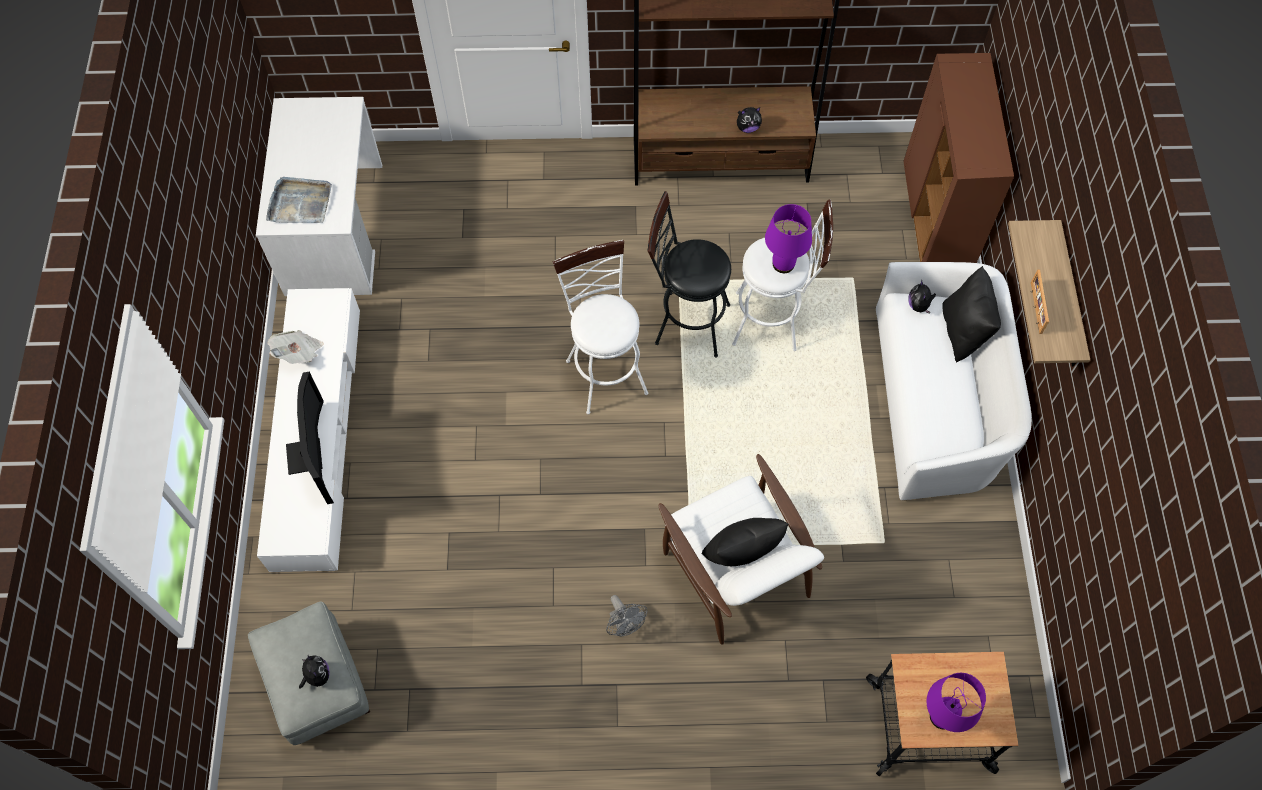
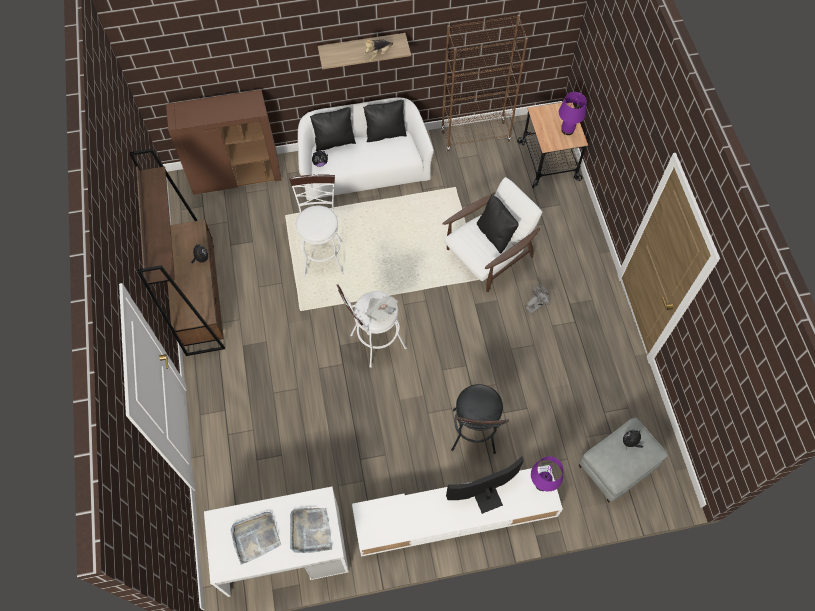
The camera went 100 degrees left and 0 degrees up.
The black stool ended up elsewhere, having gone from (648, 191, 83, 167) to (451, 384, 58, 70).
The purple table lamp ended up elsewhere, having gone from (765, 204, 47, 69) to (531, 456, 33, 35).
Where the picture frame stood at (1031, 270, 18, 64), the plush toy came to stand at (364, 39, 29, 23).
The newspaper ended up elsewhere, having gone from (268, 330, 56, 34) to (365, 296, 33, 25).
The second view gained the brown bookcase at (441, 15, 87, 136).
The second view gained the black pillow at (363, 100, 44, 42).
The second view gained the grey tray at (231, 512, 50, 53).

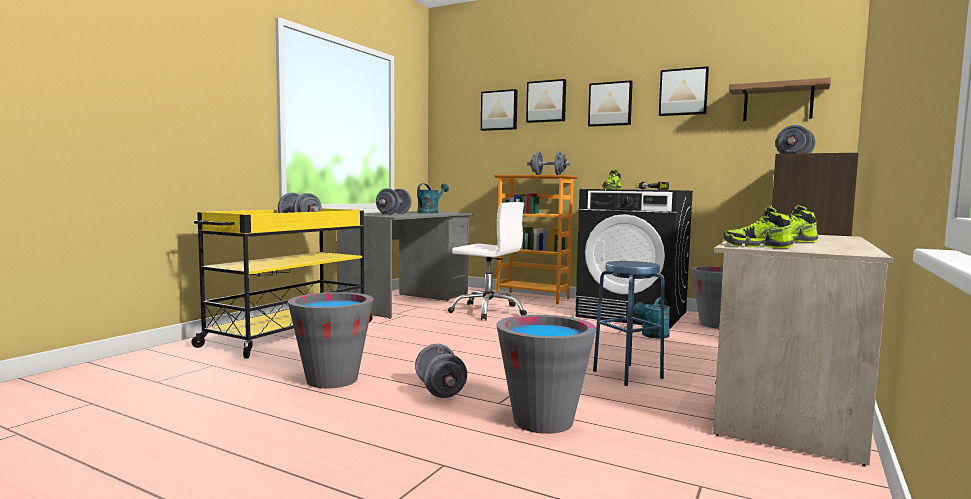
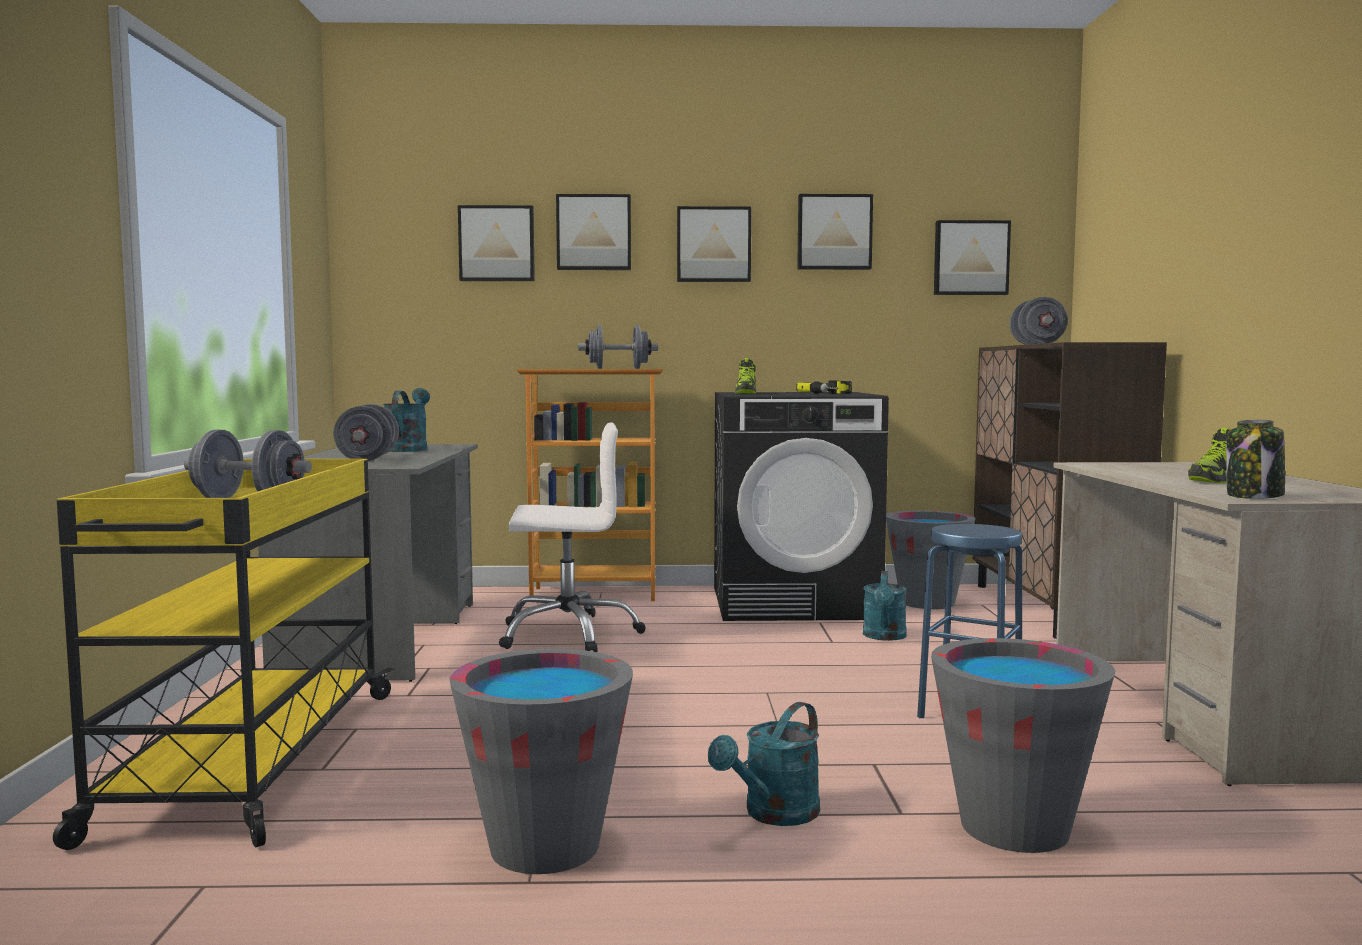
The camera went 30 degrees left and 0 degrees up.
Where the shelf hung at (729, 77, 102, 44), the picture came to hang at (934, 220, 77, 75).
Where the shoe stood at (723, 206, 71, 42), the jar came to stand at (1226, 420, 59, 79).
Where the grey dumbbell stood at (415, 344, 52, 54), the turquoise watering can came to stand at (708, 702, 112, 124).

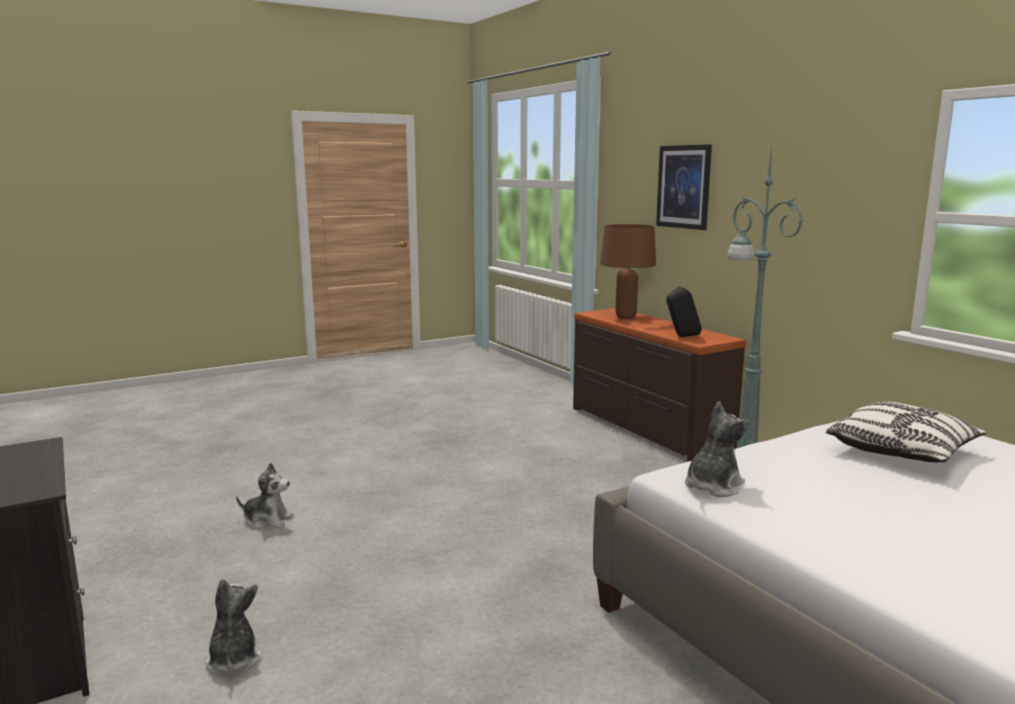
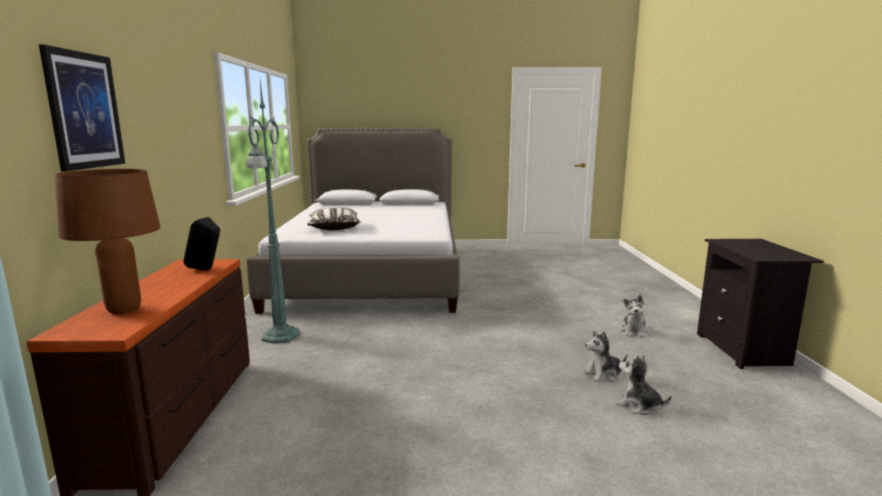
The camera went 150 degrees left and 0 degrees up.
The plush toy ended up elsewhere, having gone from (685, 401, 64, 96) to (583, 331, 44, 51).

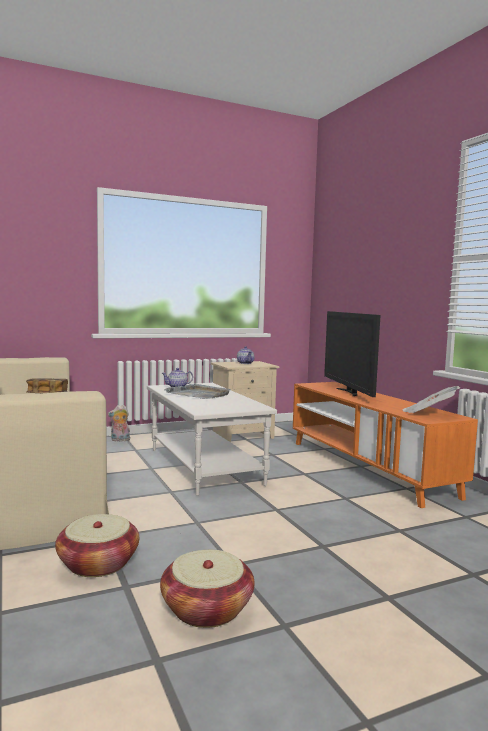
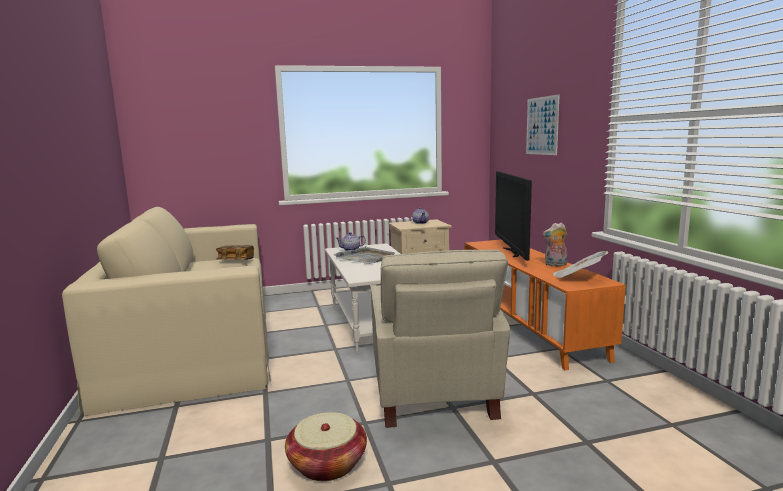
The camera went 10 degrees right and 5 degrees up.
The plush toy ended up elsewhere, having gone from (108, 405, 22, 36) to (543, 222, 24, 44).
The second view lost the basket at (55, 514, 84, 63).
The second view gained the picture at (526, 94, 34, 61).
The second view gained the beige armchair at (370, 250, 140, 178).

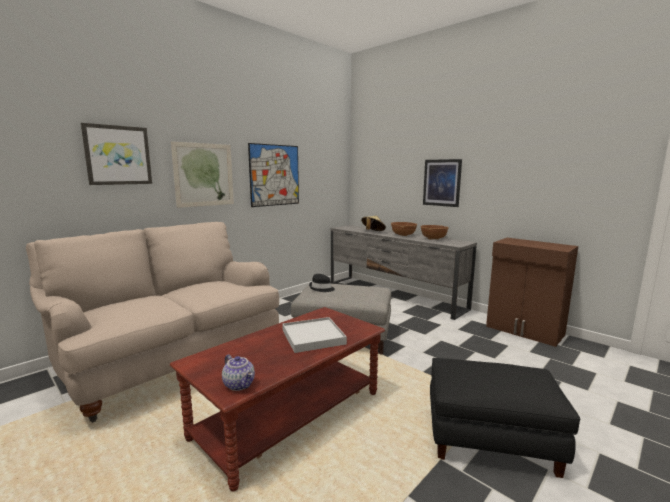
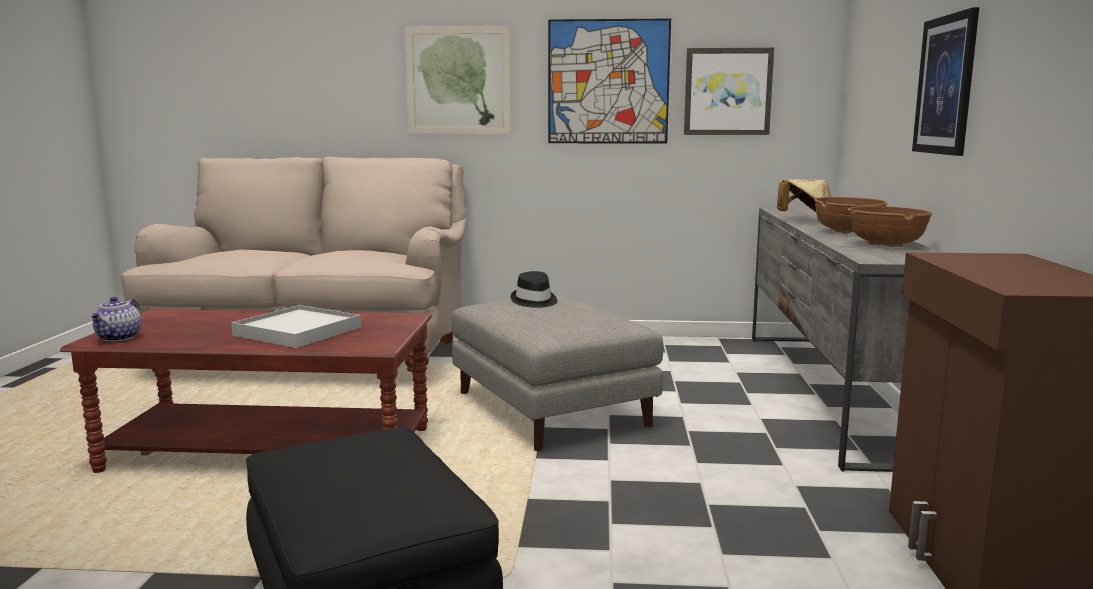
The camera went 50 degrees right and 0 degrees up.
The picture ended up elsewhere, having gone from (81, 123, 71, 62) to (684, 48, 90, 87).

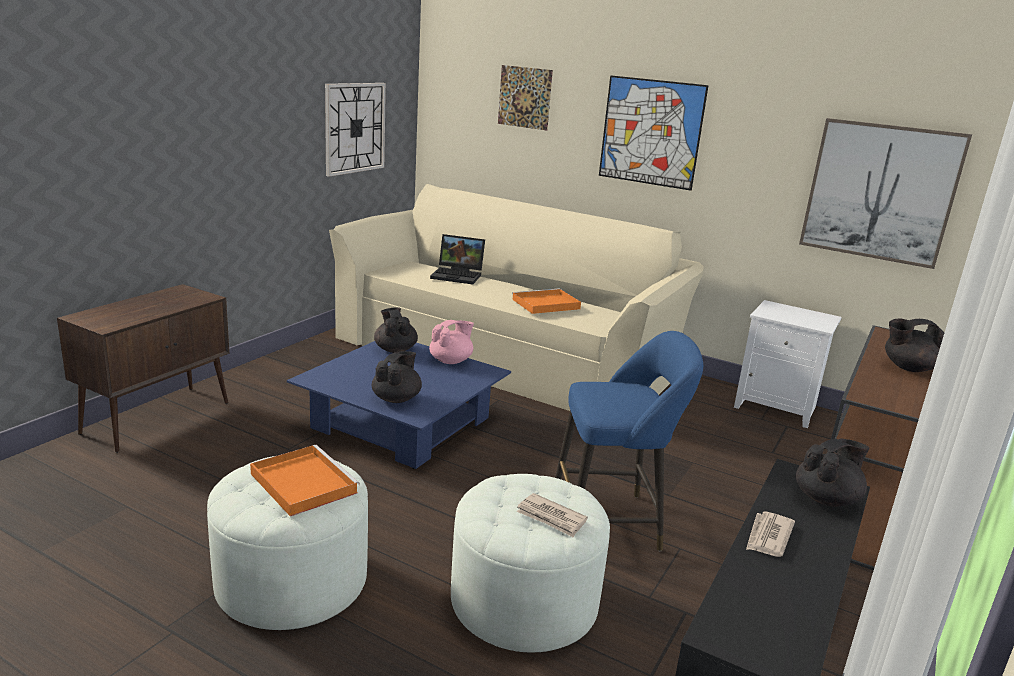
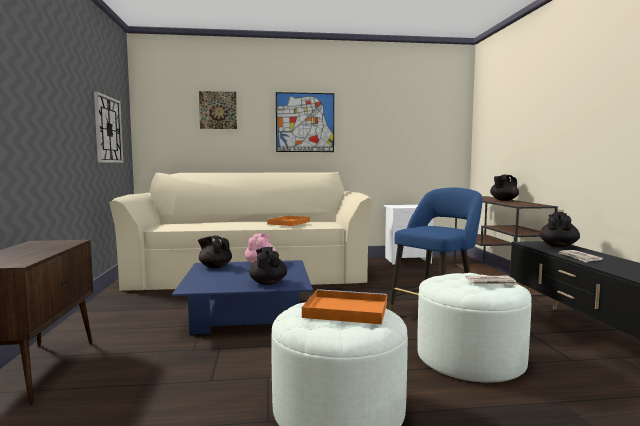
The camera went 35 degrees left and 15 degrees down.
The second view lost the picture at (799, 118, 173, 151).
The second view lost the laptop at (430, 234, 55, 50).

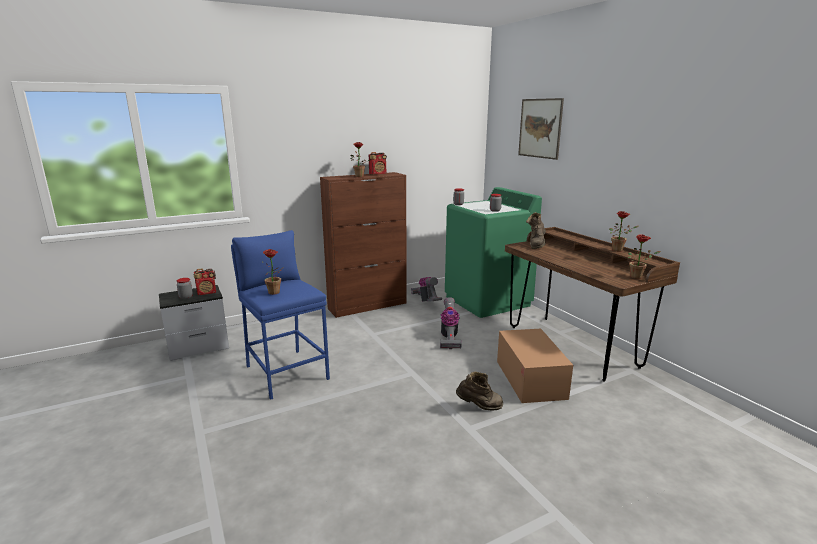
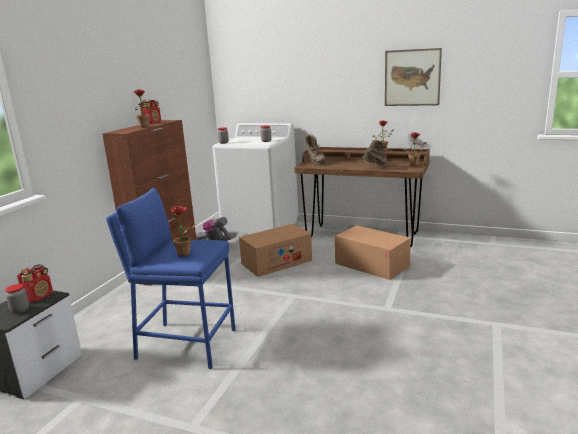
The camera went 40 degrees left and 0 degrees up.
The picture ended up elsewhere, having gone from (518, 98, 46, 62) to (385, 48, 57, 58).
What was the green washing machine at (445, 187, 97, 131) turned into the white washing machine at (212, 123, 87, 115).
Where the vacuum cleaner stood at (440, 297, 22, 52), the cardboard box came to stand at (239, 224, 73, 53).
The brown boot ended up elsewhere, having gone from (456, 372, 47, 39) to (362, 140, 25, 27).

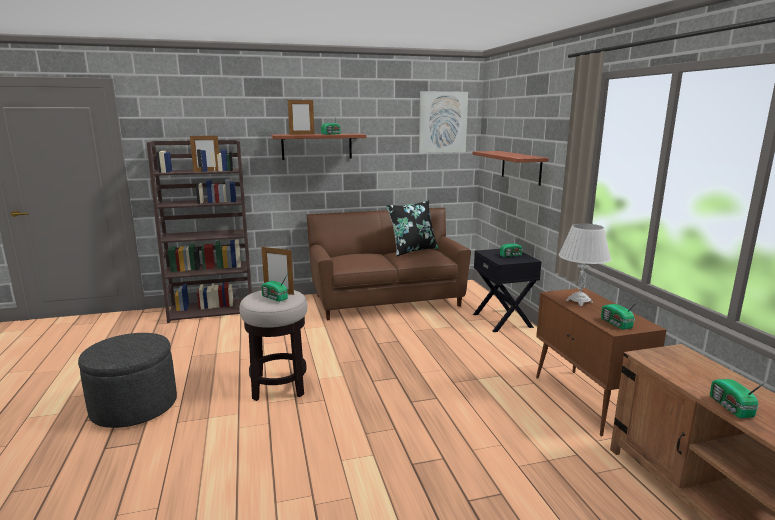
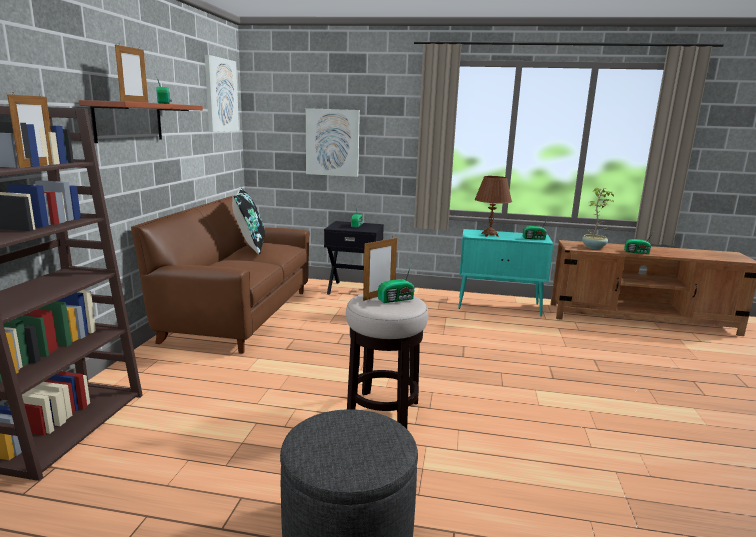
The camera went 65 degrees left and 0 degrees up.
Where the shelf hung at (473, 151, 76, 35), the picture came to hang at (306, 108, 54, 69).
What was the white table lamp at (559, 223, 52, 83) turned into the brown table lamp at (474, 176, 38, 61).
What was the brown cabinet at (536, 288, 130, 149) turned into the turquoise cabinet at (458, 229, 95, 87).
The second view gained the potted plant at (582, 187, 32, 62).

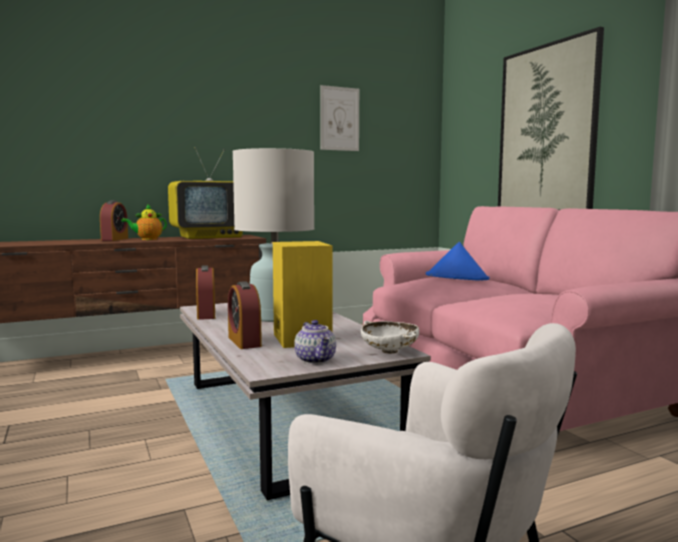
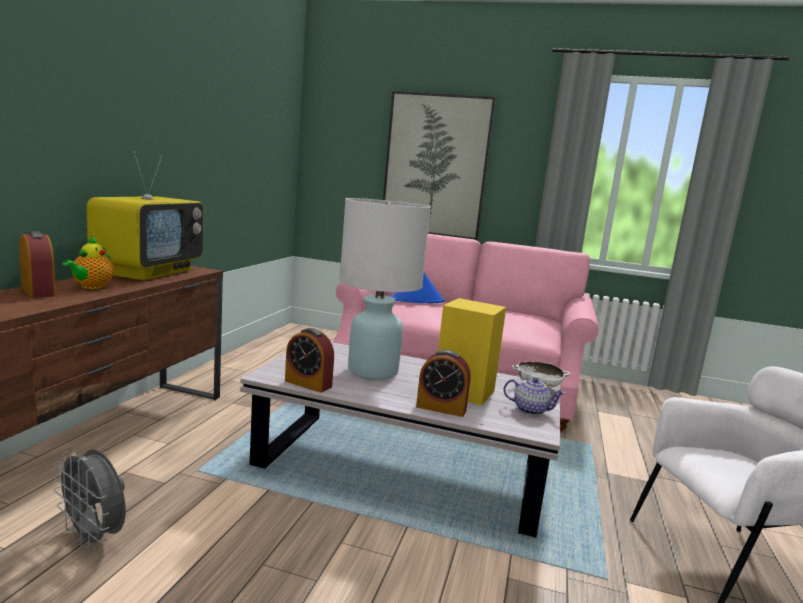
The camera went 50 degrees left and 5 degrees up.
The second view lost the picture at (320, 85, 39, 66).
The second view gained the grey fan at (53, 449, 73, 102).

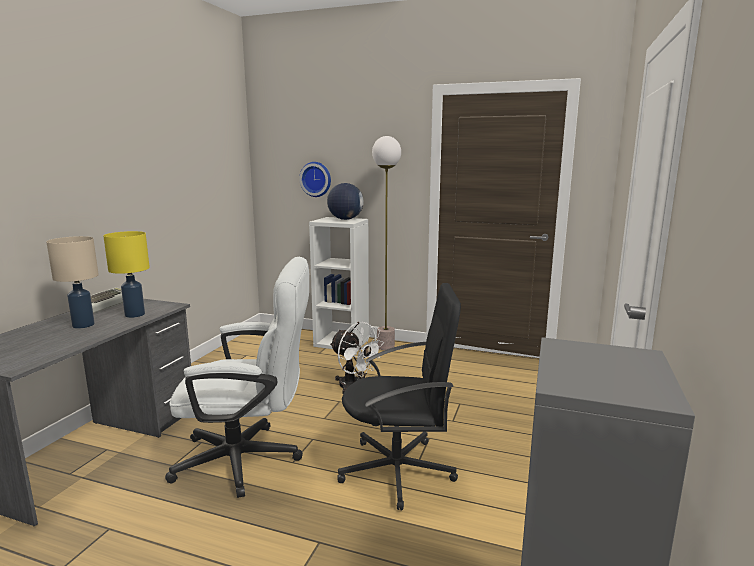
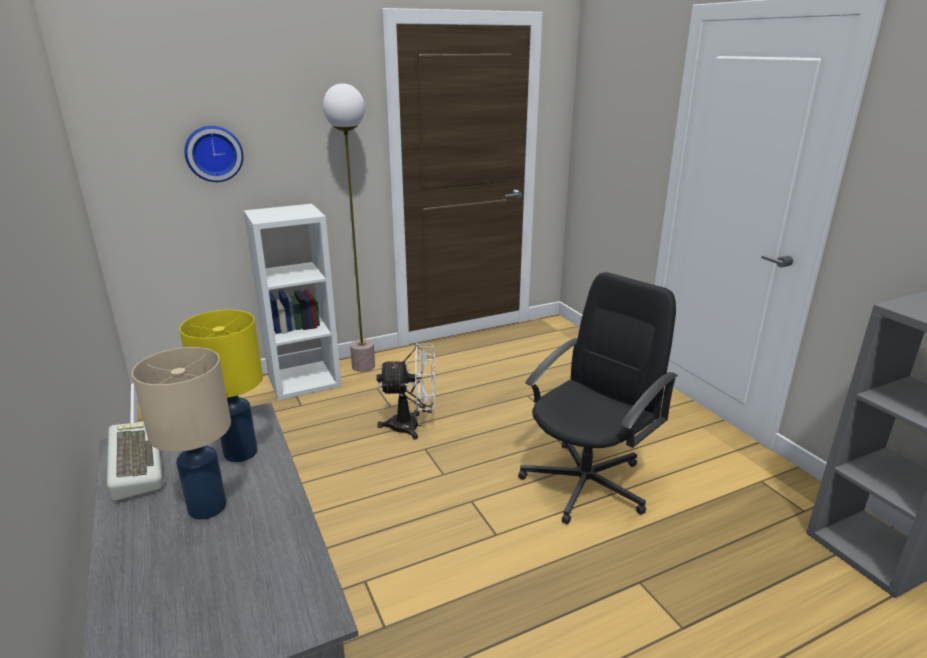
The camera went 45 degrees left and 10 degrees up.
The second view lost the globe at (327, 183, 37, 37).
The second view lost the white office chair at (165, 257, 144, 241).

